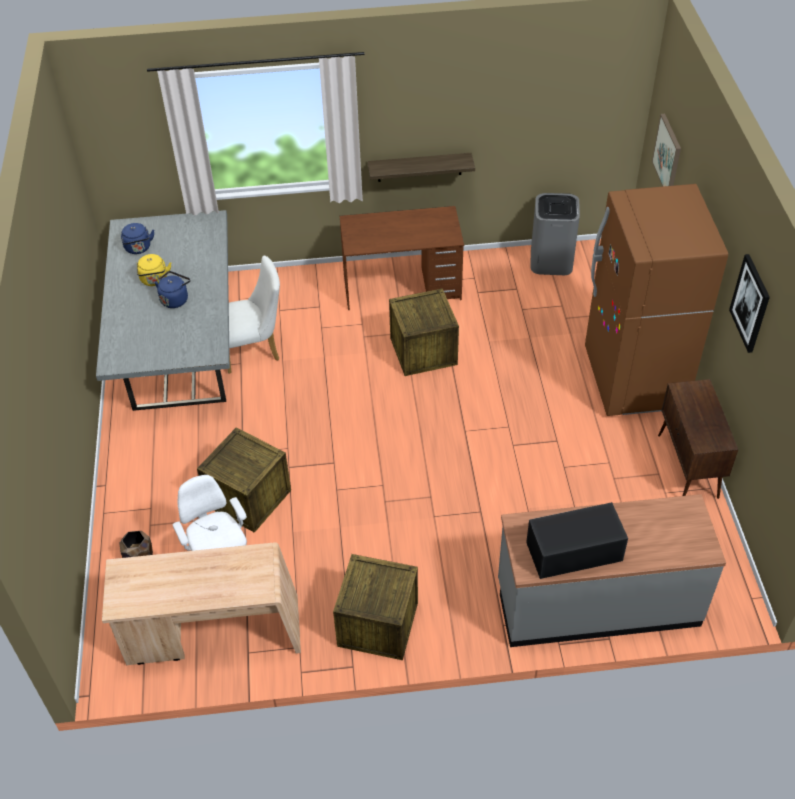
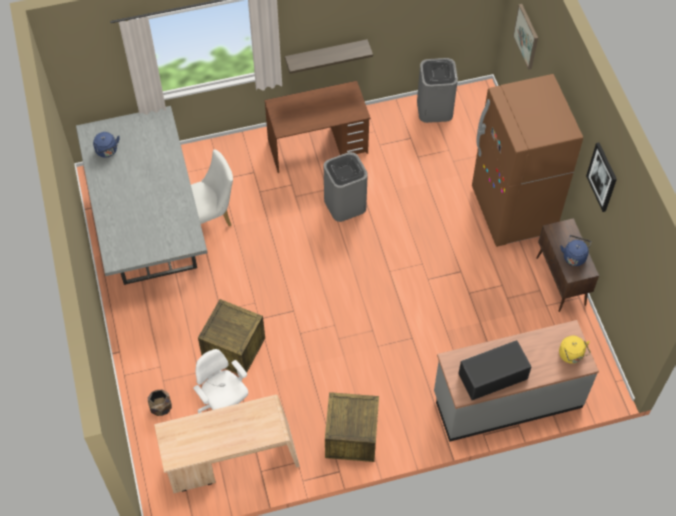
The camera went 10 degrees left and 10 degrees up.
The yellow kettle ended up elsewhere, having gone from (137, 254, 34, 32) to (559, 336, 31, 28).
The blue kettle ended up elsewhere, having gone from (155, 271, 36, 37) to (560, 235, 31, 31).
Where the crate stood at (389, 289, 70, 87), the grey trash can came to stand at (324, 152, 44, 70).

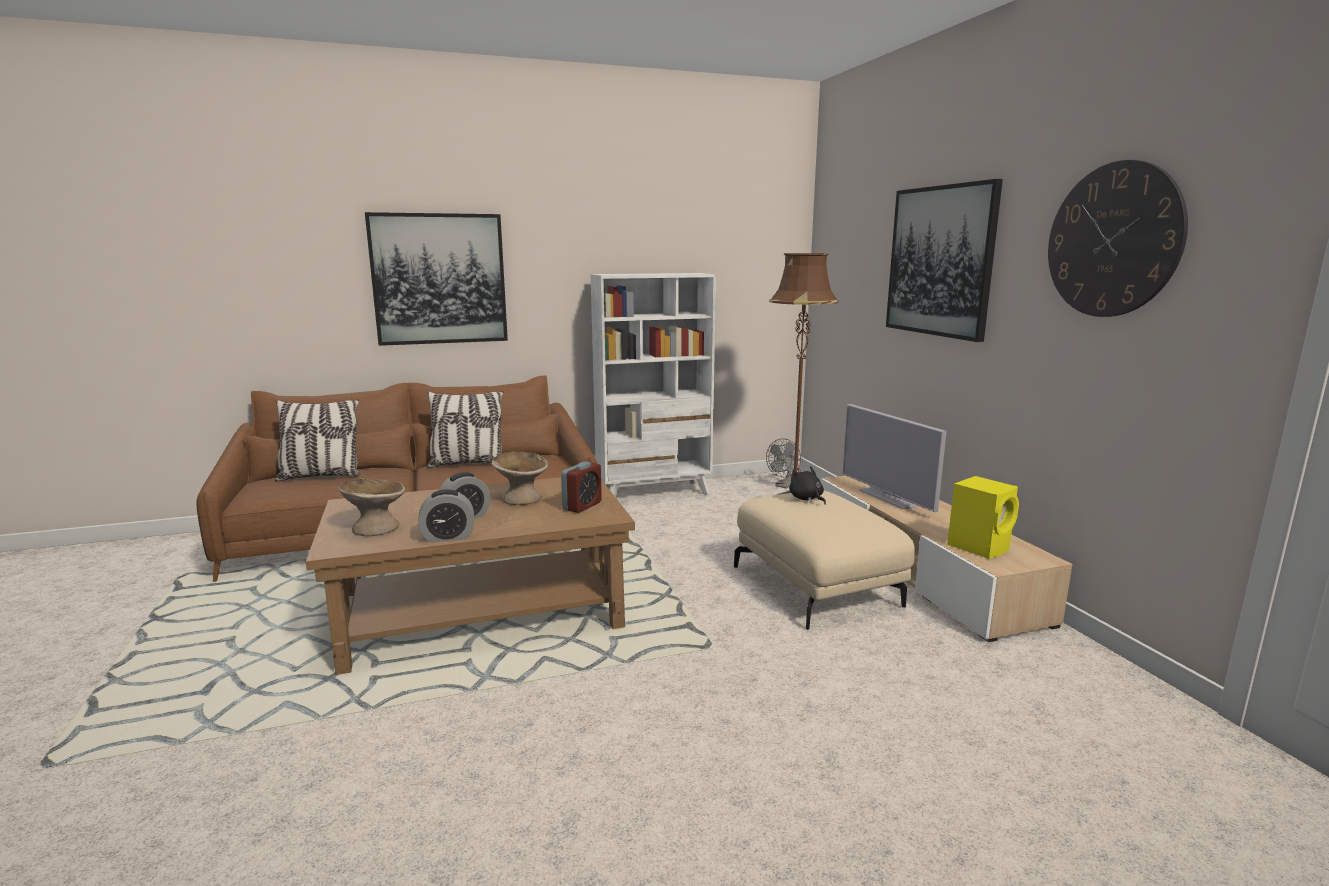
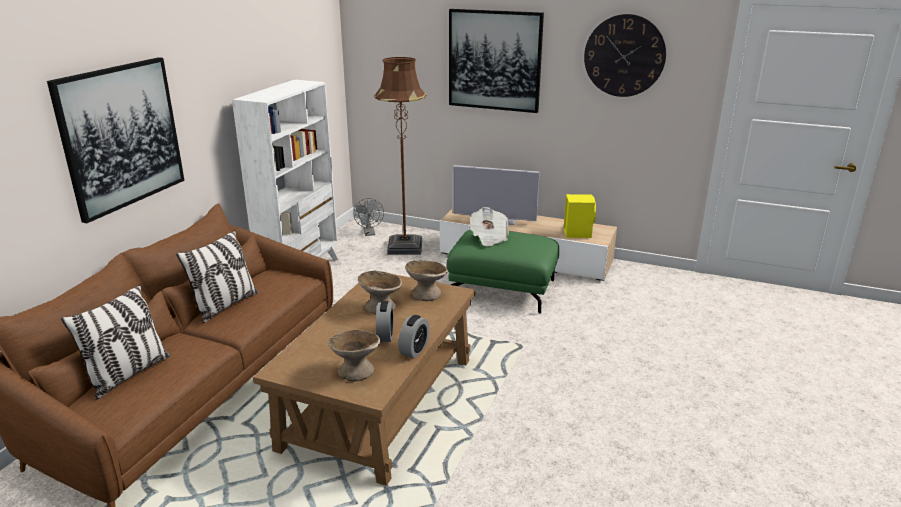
The camera went 50 degrees left and 10 degrees up.
Where the alarm clock stood at (561, 461, 41, 52), the beige bowl came to stand at (405, 260, 43, 41).
Where the black plush toy stood at (789, 466, 37, 39), the newspaper came to stand at (469, 207, 40, 40).
What was the beige ottoman at (734, 491, 181, 139) turned into the green ottoman at (447, 230, 112, 84).

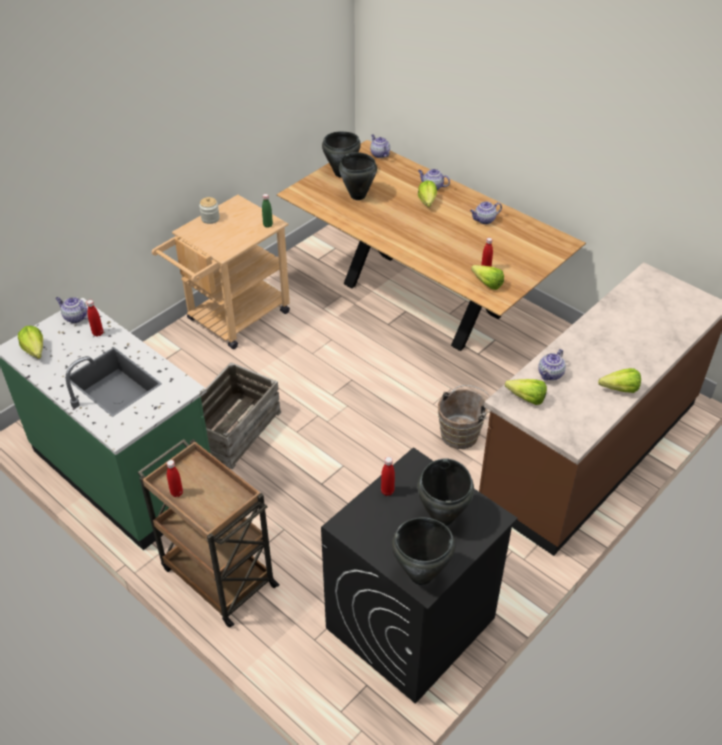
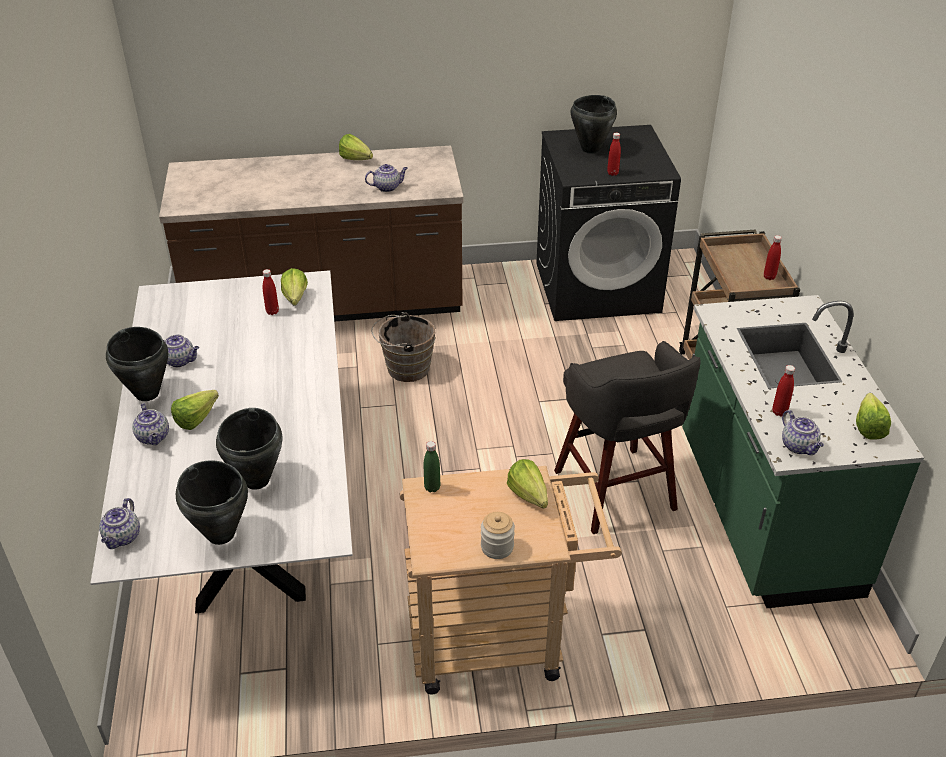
The camera went 140 degrees left and 5 degrees down.
What was the brown dining table at (277, 140, 309, 211) turned into the white dining table at (90, 270, 263, 343).
Where the crate stood at (201, 362, 80, 107), the grey stool came to stand at (554, 341, 147, 193).
The lettuce ended up elsewhere, having gone from (505, 379, 42, 26) to (507, 459, 41, 50).
The black cooking pot ended up elsewhere, having gone from (392, 517, 63, 68) to (106, 327, 62, 74).

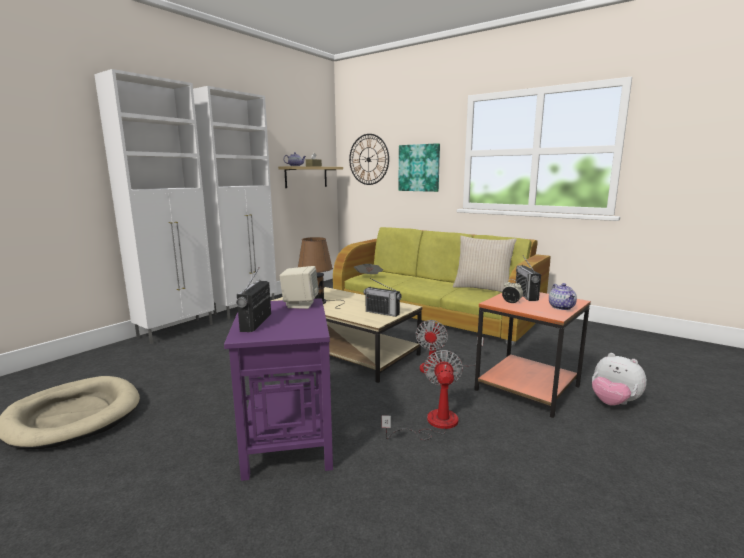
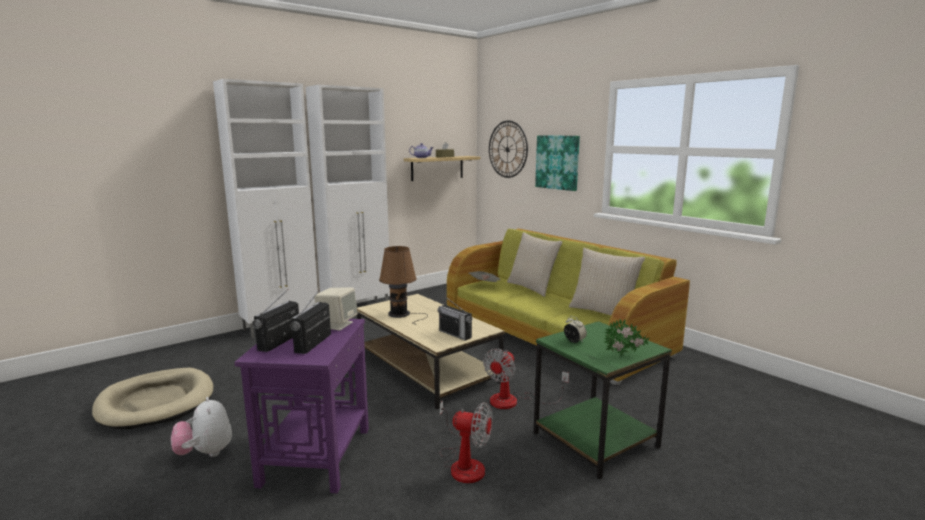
The camera went 15 degrees right and 0 degrees up.
The radio ended up elsewhere, having gone from (516, 256, 25, 45) to (290, 290, 41, 64).
Where the teapot stood at (549, 283, 28, 27), the potted plant came to stand at (604, 319, 46, 37).
What was the orange side table at (474, 292, 117, 126) turned into the green side table at (534, 321, 138, 159).
The fan at (382, 350, 81, 90) ended up facing another way, 90 degrees clockwise from before.
The plush toy ended up elsewhere, having gone from (592, 353, 55, 53) to (171, 397, 61, 60).
The second view gained the beige pillow at (507, 232, 55, 65).

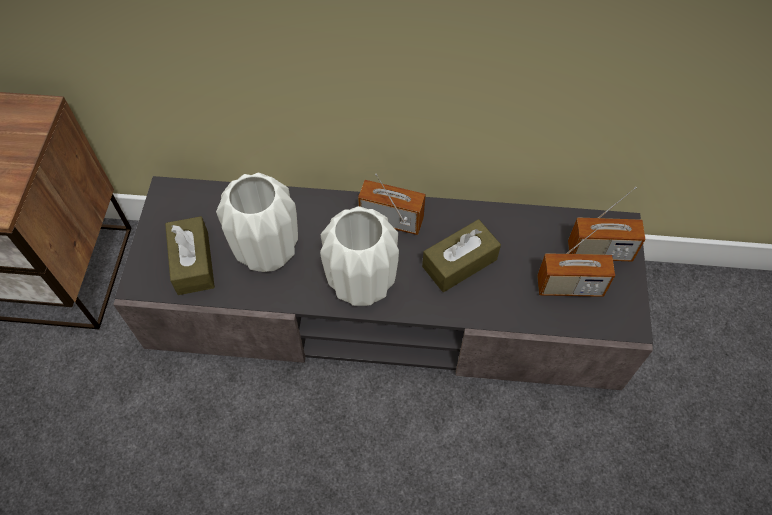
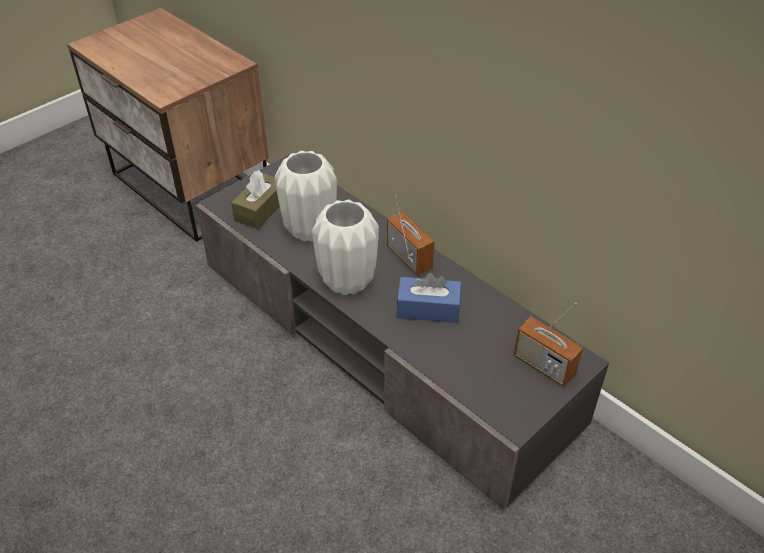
The camera went 40 degrees right and 15 degrees down.
What was the brown tissue box at (422, 219, 79, 73) turned into the blue tissue box at (396, 273, 65, 50).
The second view lost the radio at (537, 223, 78, 74).

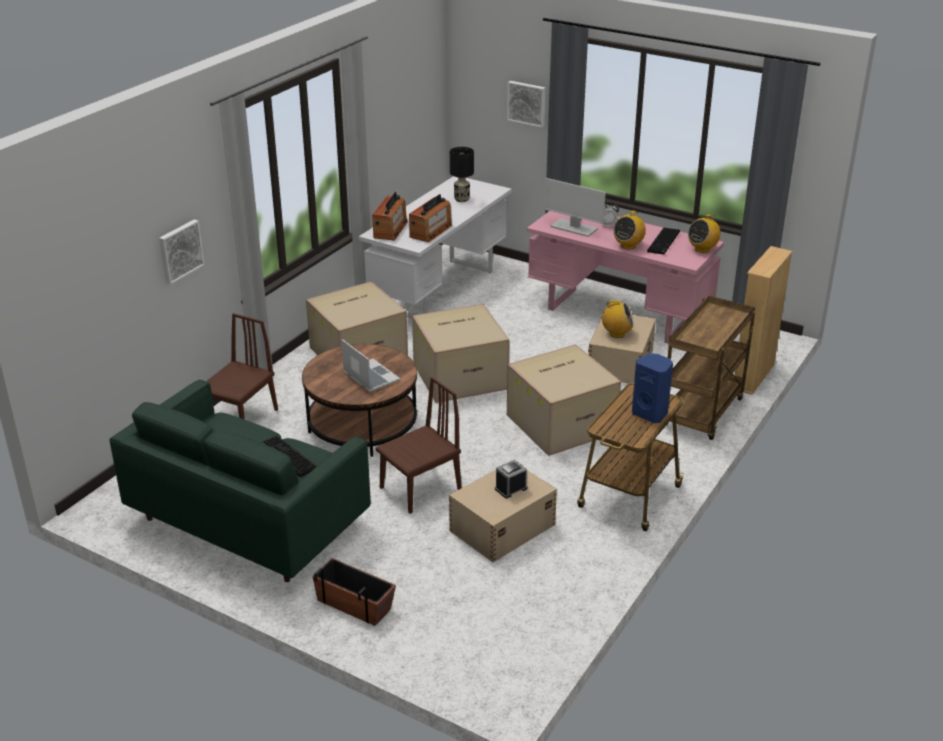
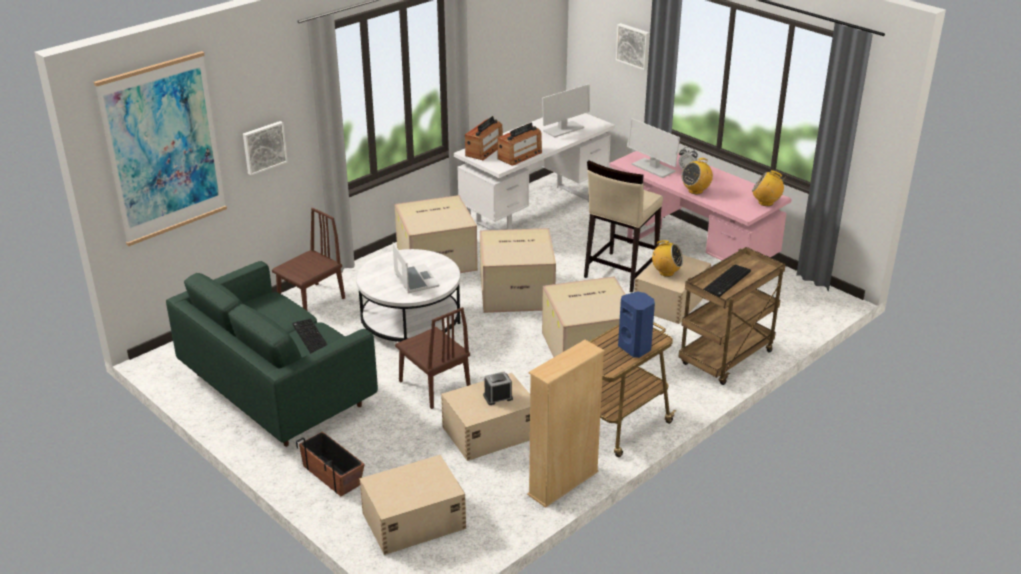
The camera went 15 degrees right and 0 degrees up.
Where the black table lamp stood at (450, 147, 24, 55), the monitor came to stand at (542, 84, 48, 54).
The radio at (688, 214, 33, 39) ended up facing another way, 45 degrees clockwise from before.
The keyboard ended up elsewhere, having gone from (647, 228, 33, 27) to (704, 264, 47, 33).
The beige bookcase ended up elsewhere, having gone from (735, 246, 58, 149) to (527, 340, 78, 168).
What was the brown coffee table at (302, 344, 115, 113) turned into the white coffee table at (356, 249, 104, 93).
The brown chair at (376, 377, 86, 137) ended up facing another way, 75 degrees clockwise from before.
The second view gained the picture at (94, 51, 133, 195).
The second view gained the beige stool at (584, 160, 79, 133).
The second view gained the beige storage box at (359, 455, 107, 100).

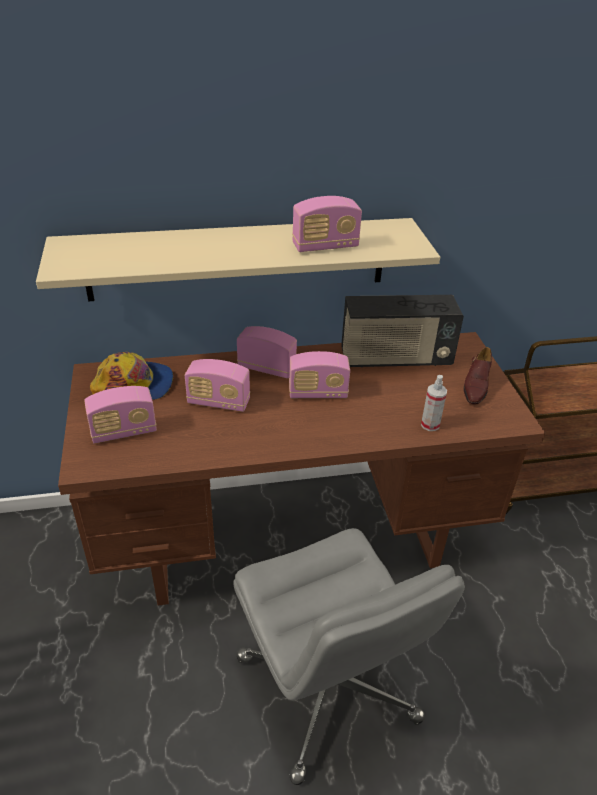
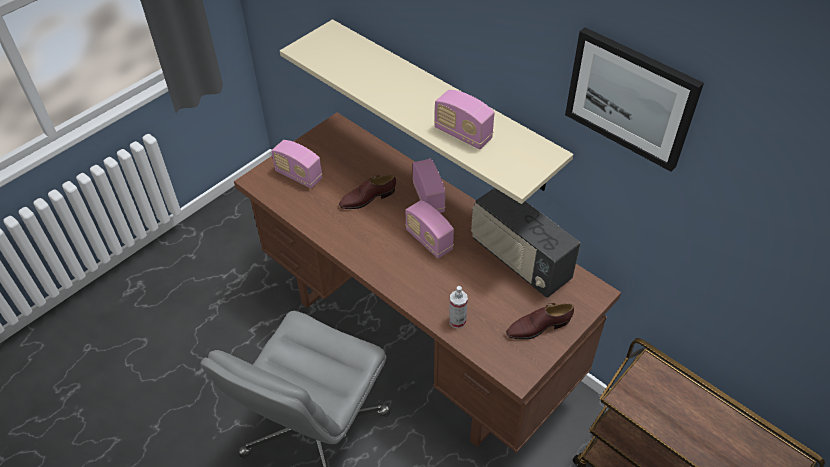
The camera went 55 degrees right and 10 degrees up.
The second view lost the cap at (90, 352, 83, 48).
Where the radio stood at (185, 359, 65, 53), the brown shoe came to stand at (339, 174, 57, 35).
The second view gained the picture at (565, 27, 139, 145).

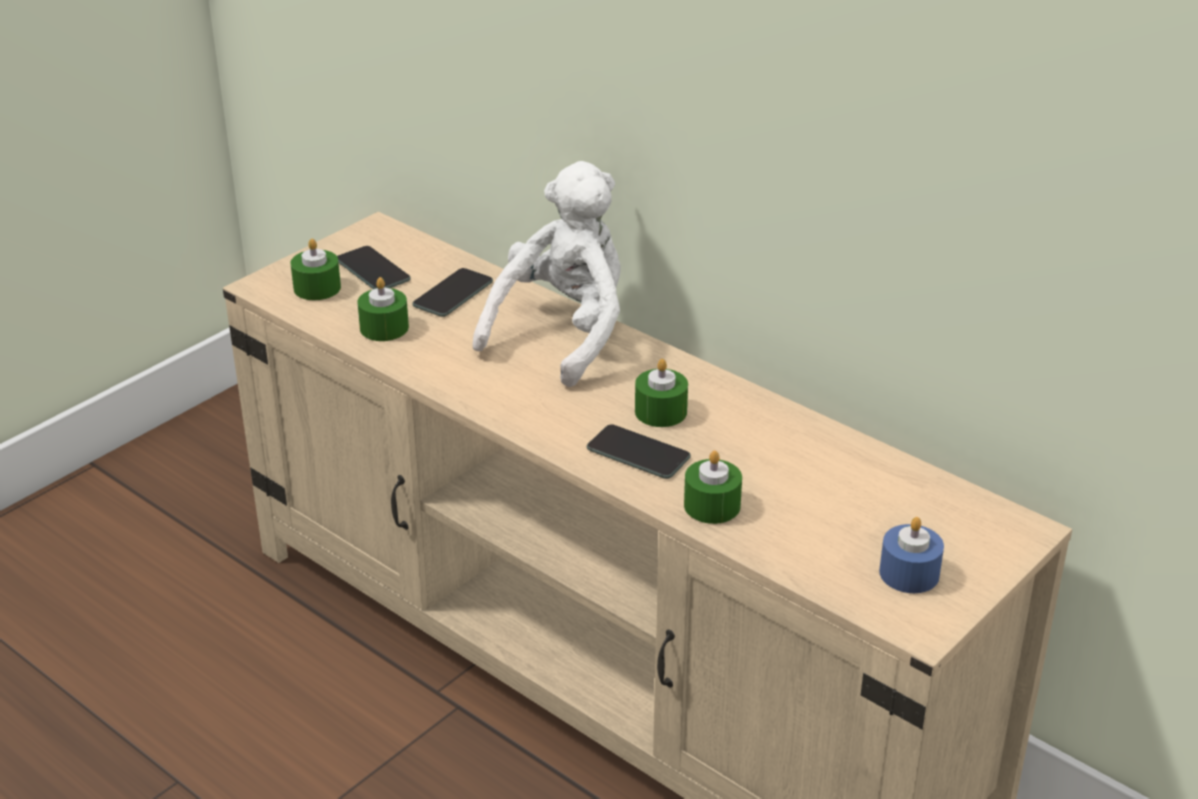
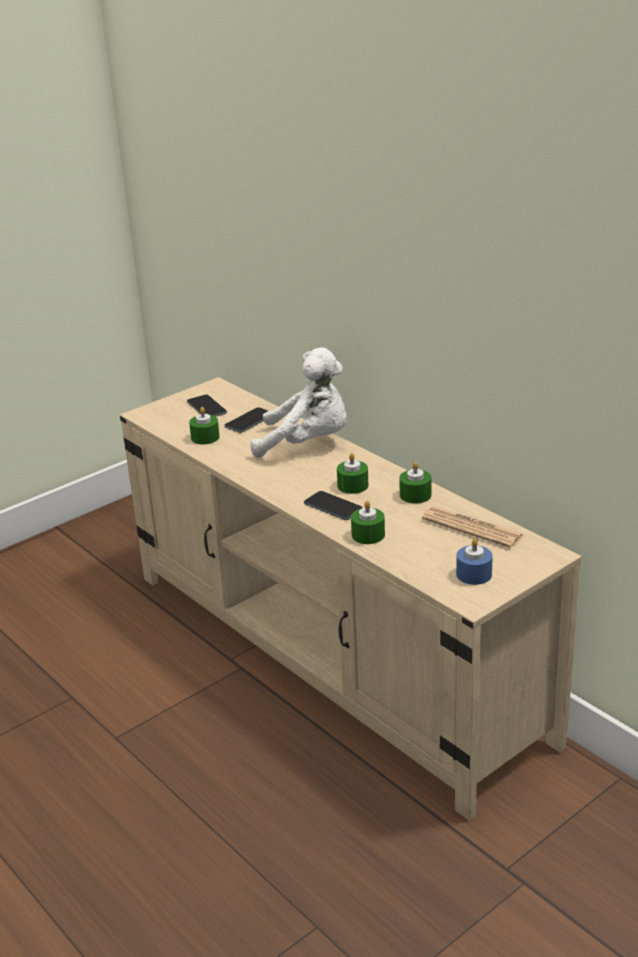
The camera went 10 degrees right and 5 degrees down.
The white plush toy at (473, 161, 147, 226) ended up facing another way, 60 degrees clockwise from before.
The green candle ended up elsewhere, having gone from (291, 239, 50, 61) to (399, 462, 32, 41).
The second view gained the newspaper at (422, 506, 103, 42).

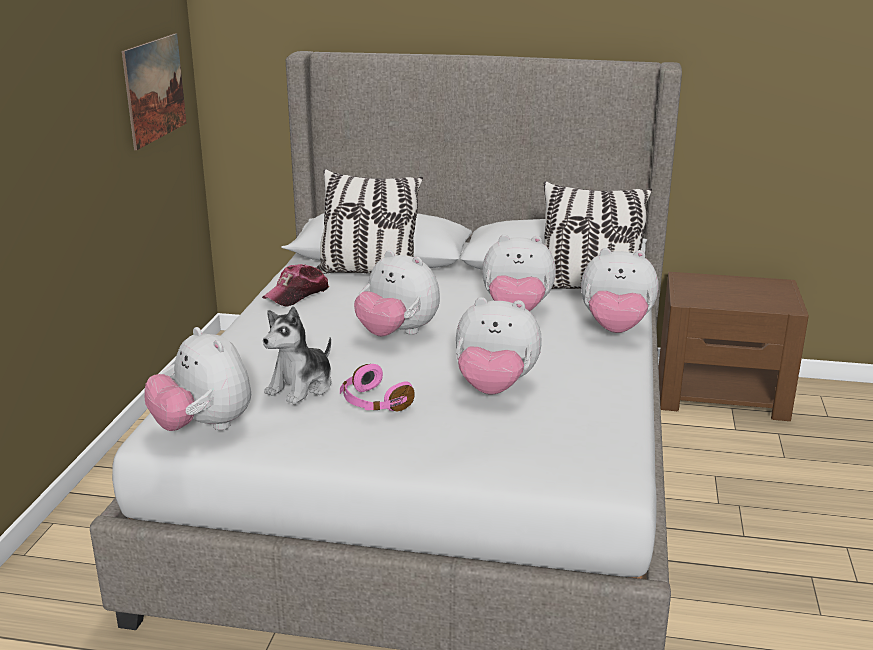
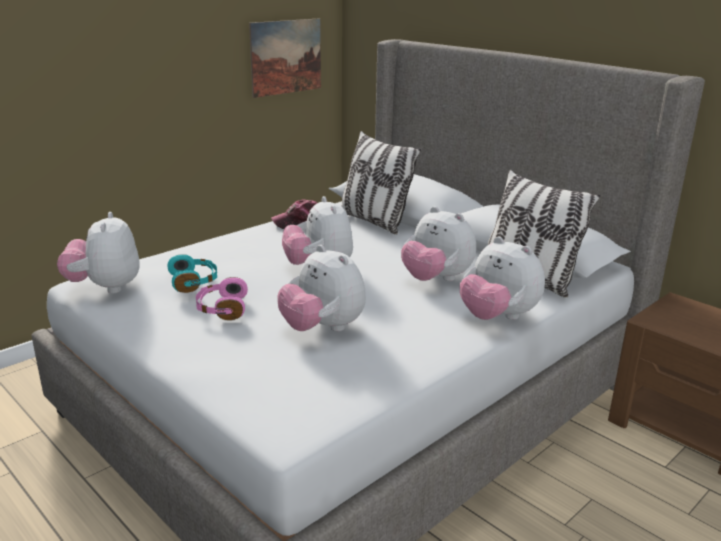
The camera went 35 degrees right and 0 degrees up.
Where the plush toy stood at (263, 306, 68, 98), the turquoise headphones came to stand at (167, 254, 50, 39).

